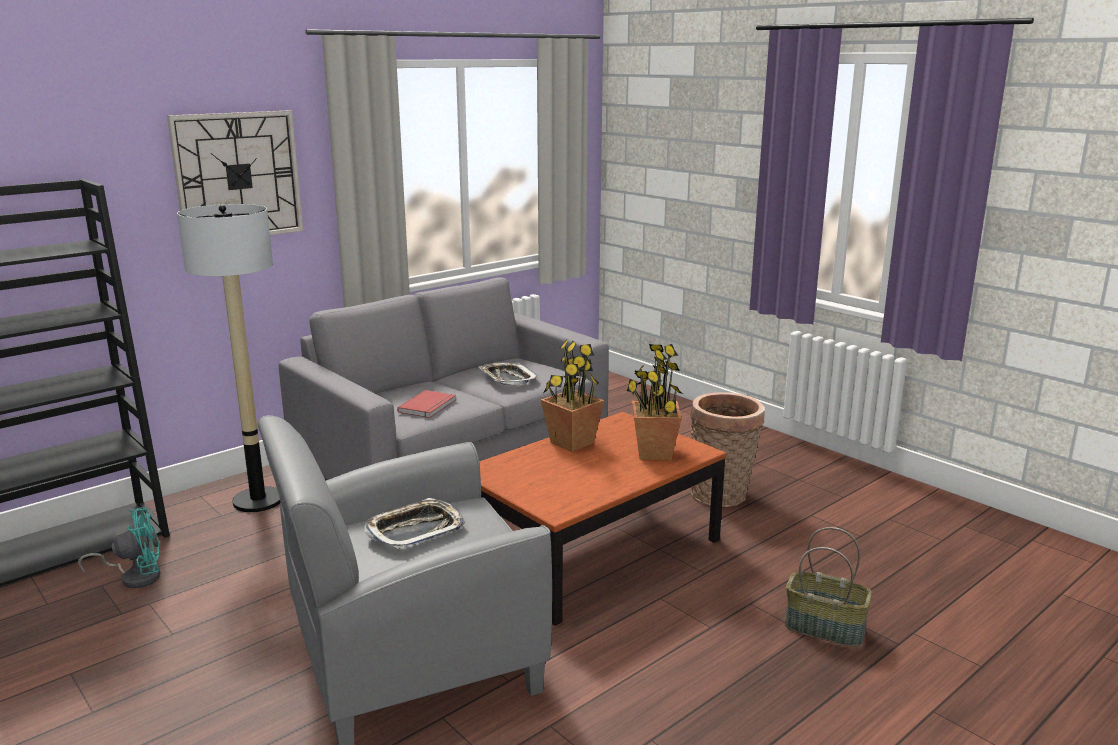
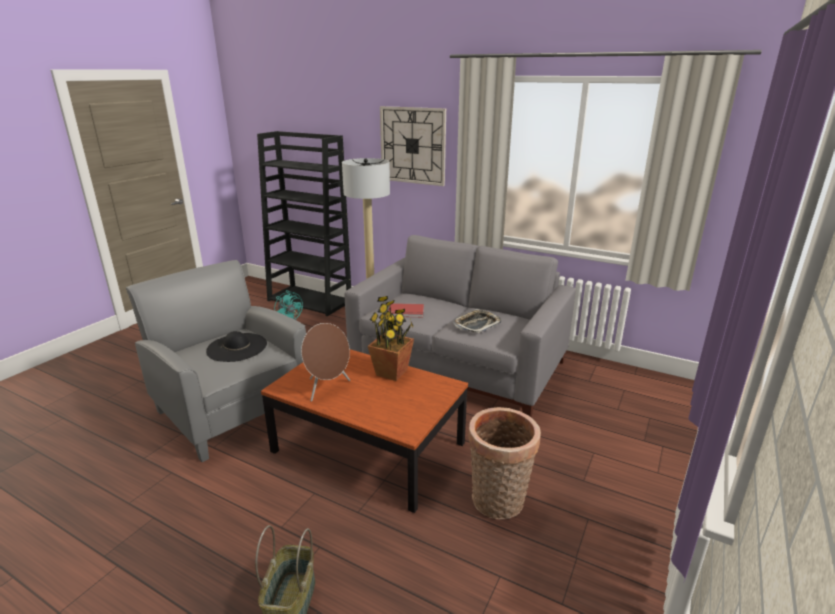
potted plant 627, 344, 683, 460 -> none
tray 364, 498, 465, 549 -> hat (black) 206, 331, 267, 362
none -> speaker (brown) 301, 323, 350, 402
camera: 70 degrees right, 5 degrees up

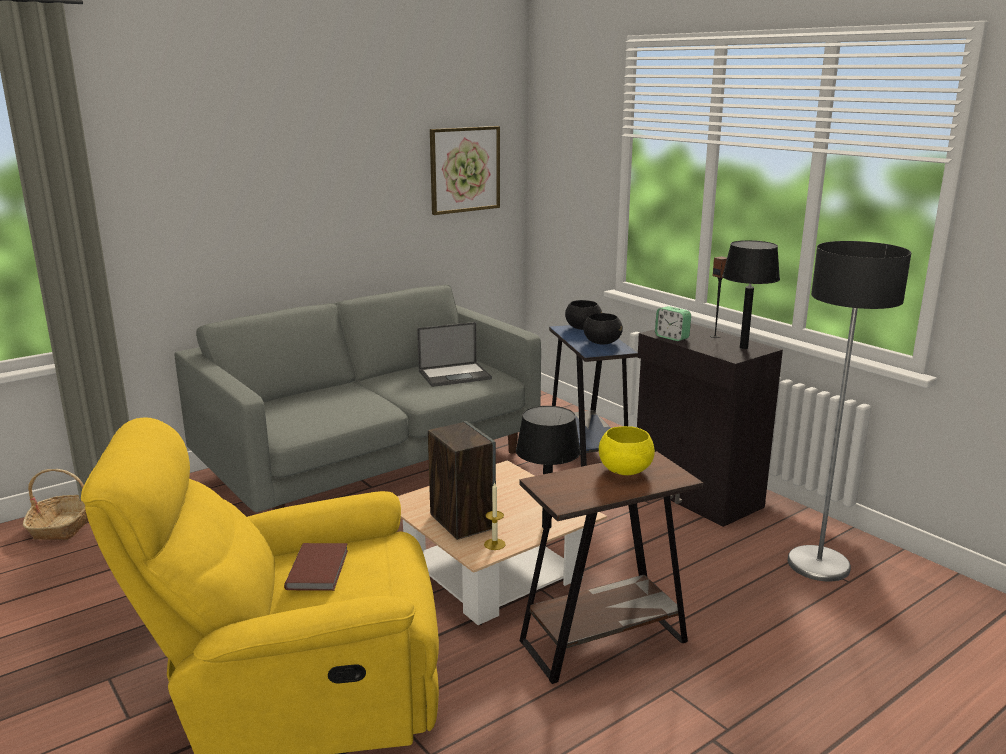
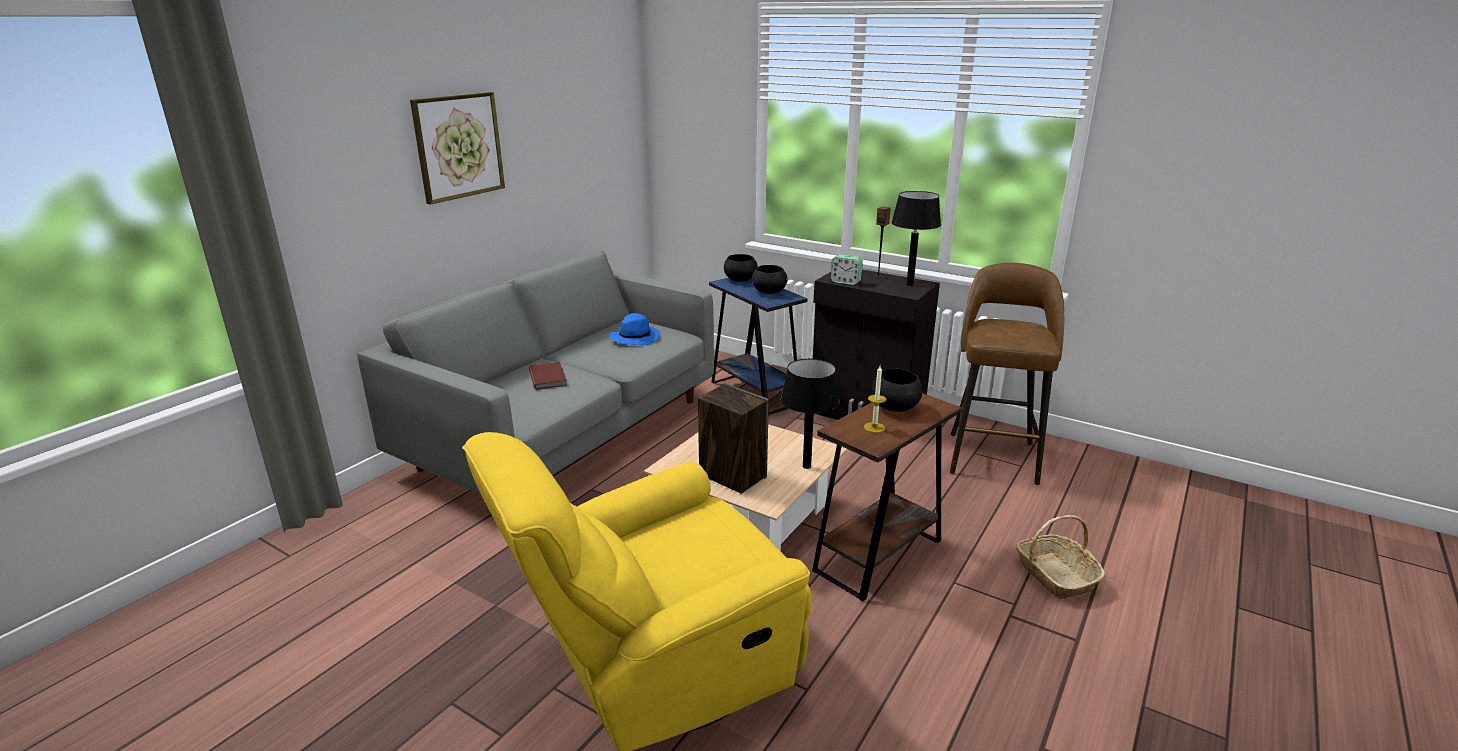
picture 430, 126, 500, 215 -> picture 410, 92, 505, 205, relocated
floor lamp 788, 241, 911, 581 -> stool (brown) 950, 263, 1064, 485
laptop 417, 322, 492, 387 -> hat (blue) 610, 313, 660, 345
bowl (yellow) 599, 426, 655, 475 -> bowl (black) 872, 368, 923, 412
basket 23, 469, 88, 540 -> basket 1016, 515, 1105, 599, relocated
candle 484, 483, 506, 550 -> candle 864, 366, 886, 433, relocated
book (brown) 284, 543, 348, 591 -> book (brown) 529, 362, 567, 390, relocated
camera: 20 degrees left, 5 degrees up

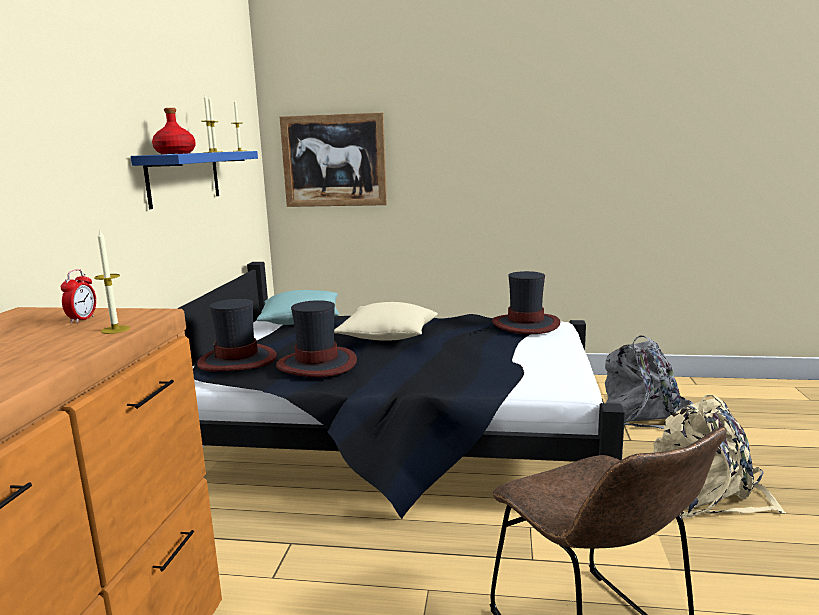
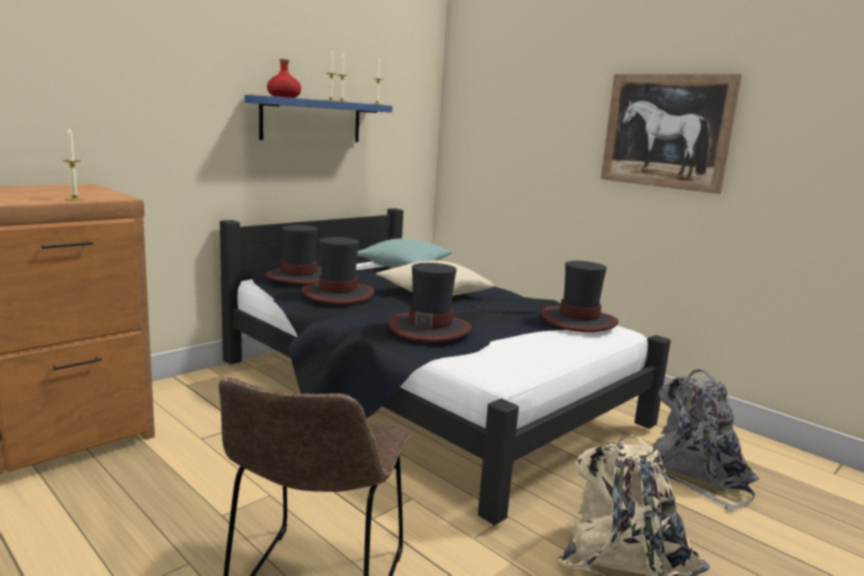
picture 280, 113, 387, 207 -> picture 601, 74, 742, 194, relocated
alarm clock 61, 269, 96, 323 -> none
none -> hat 389, 263, 472, 342
camera: 35 degrees right, 0 degrees up

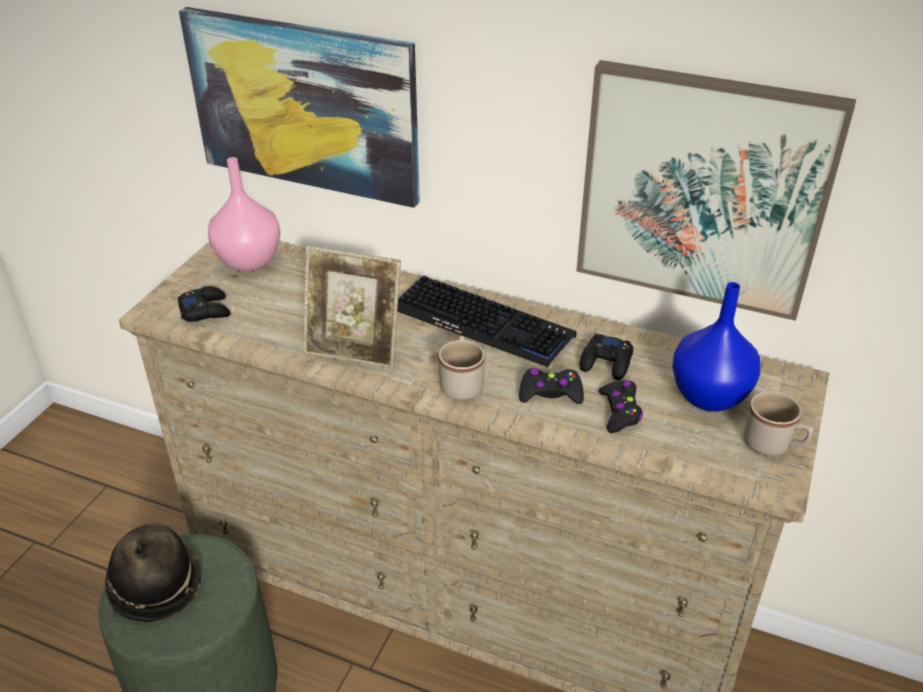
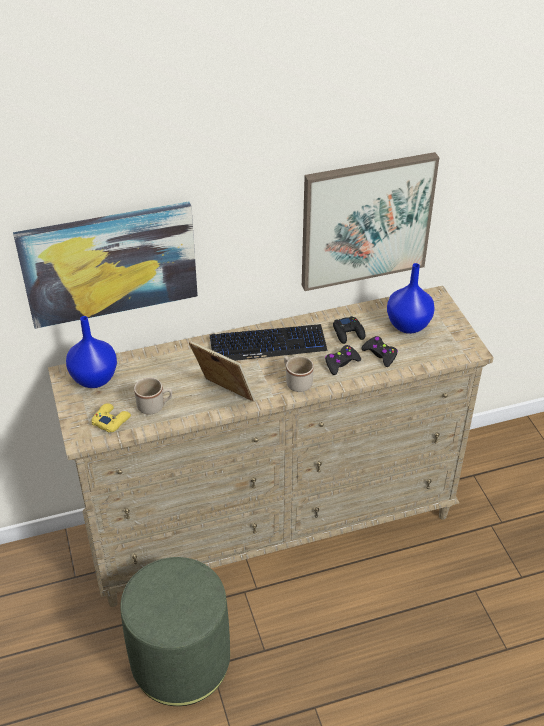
vase (pink) 208, 157, 281, 272 -> vase (blue) 66, 316, 117, 388
picture frame 303, 246, 401, 369 -> picture frame 189, 340, 255, 402, 120 degrees counterclockwise
game controller (black) 177, 286, 230, 322 -> game controller (yellow) 92, 403, 131, 433
mug (beige) 744, 391, 814, 456 -> mug (beige) 134, 377, 172, 415, relocated
hat 105, 524, 201, 622 -> none
camera: 40 degrees left, 5 degrees up

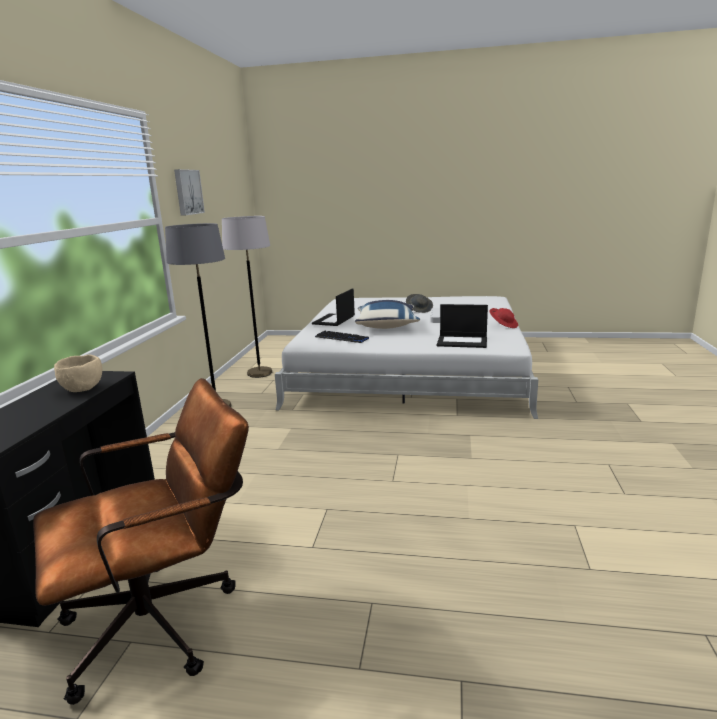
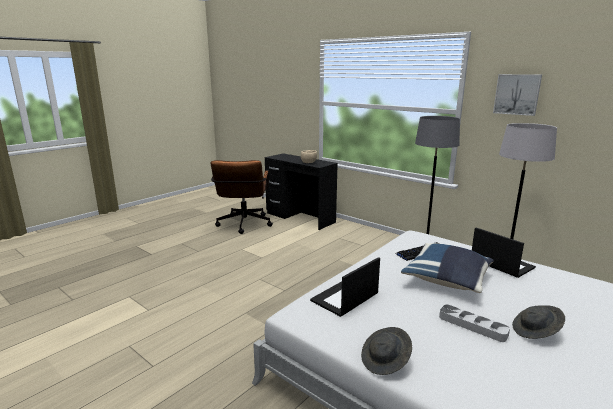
hat (red) 490, 308, 518, 328 -> hat (grey) 361, 327, 412, 375
camera: 120 degrees right, 0 degrees up

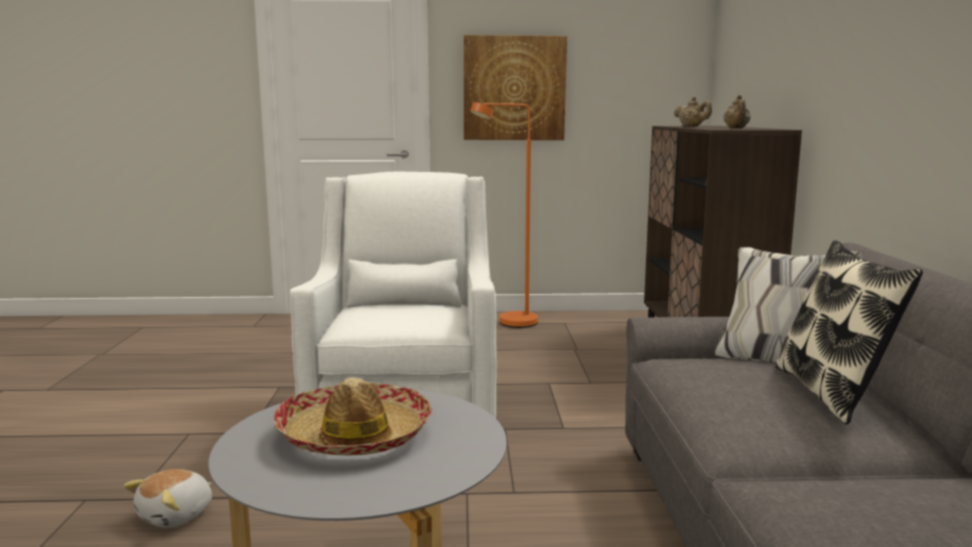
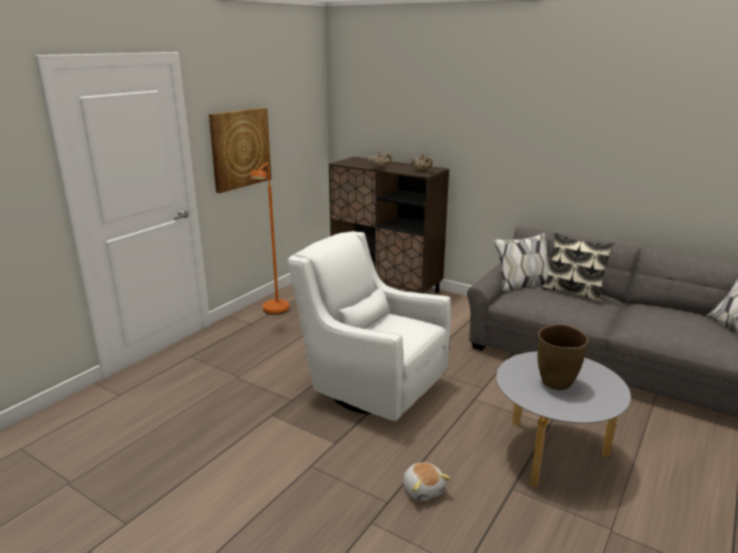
hat 273, 377, 432, 456 -> vase (brown) 537, 324, 588, 390
camera: 55 degrees left, 10 degrees up

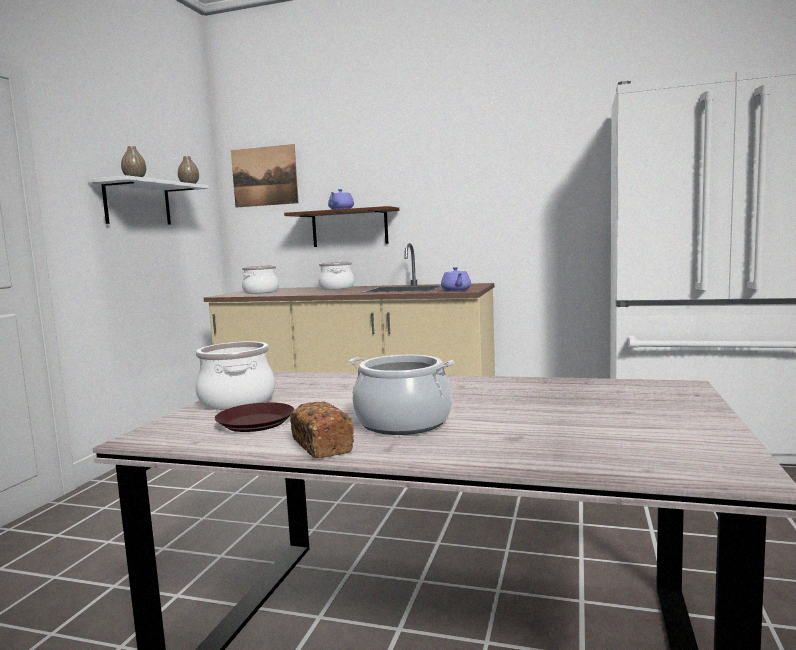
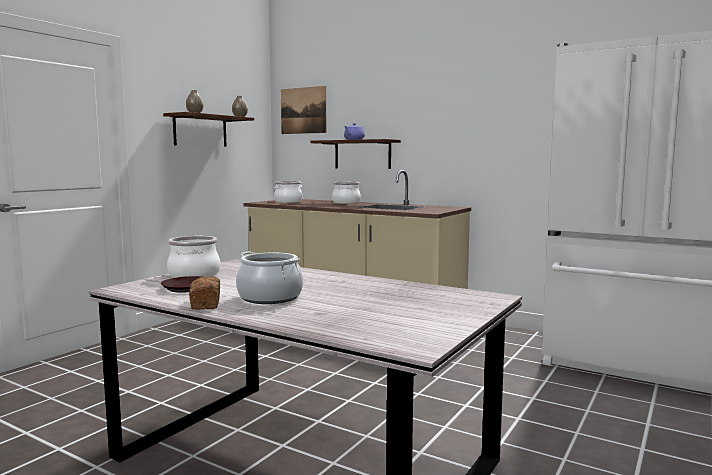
shelf (white) 89, 175, 209, 225 -> shelf (brown) 163, 112, 254, 147
teapot (purple) 441, 267, 471, 291 -> none
camera: 15 degrees right, 0 degrees up

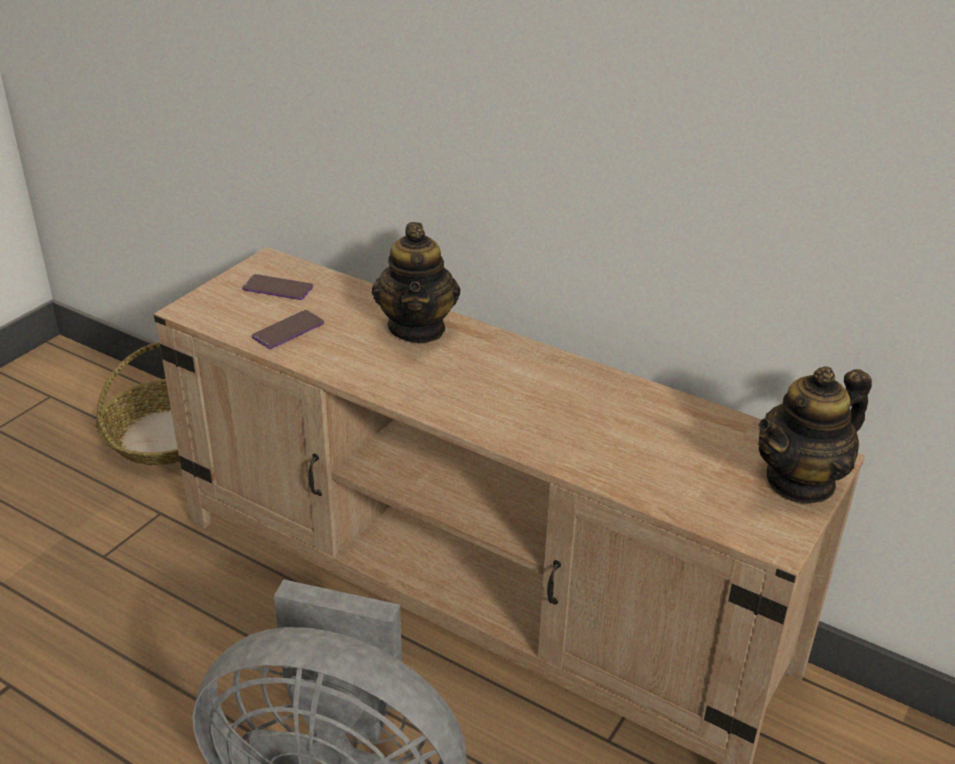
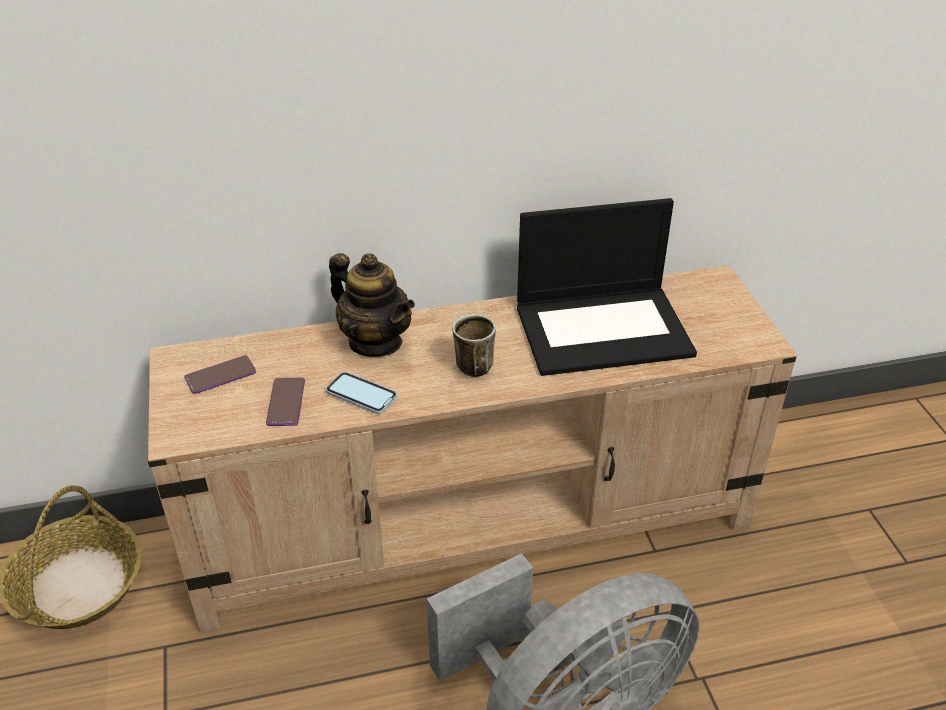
teapot 758, 366, 872, 505 -> none
none -> laptop 517, 198, 697, 376
none -> mug 453, 314, 496, 377
none -> phone 326, 372, 397, 414
camera: 45 degrees left, 5 degrees up

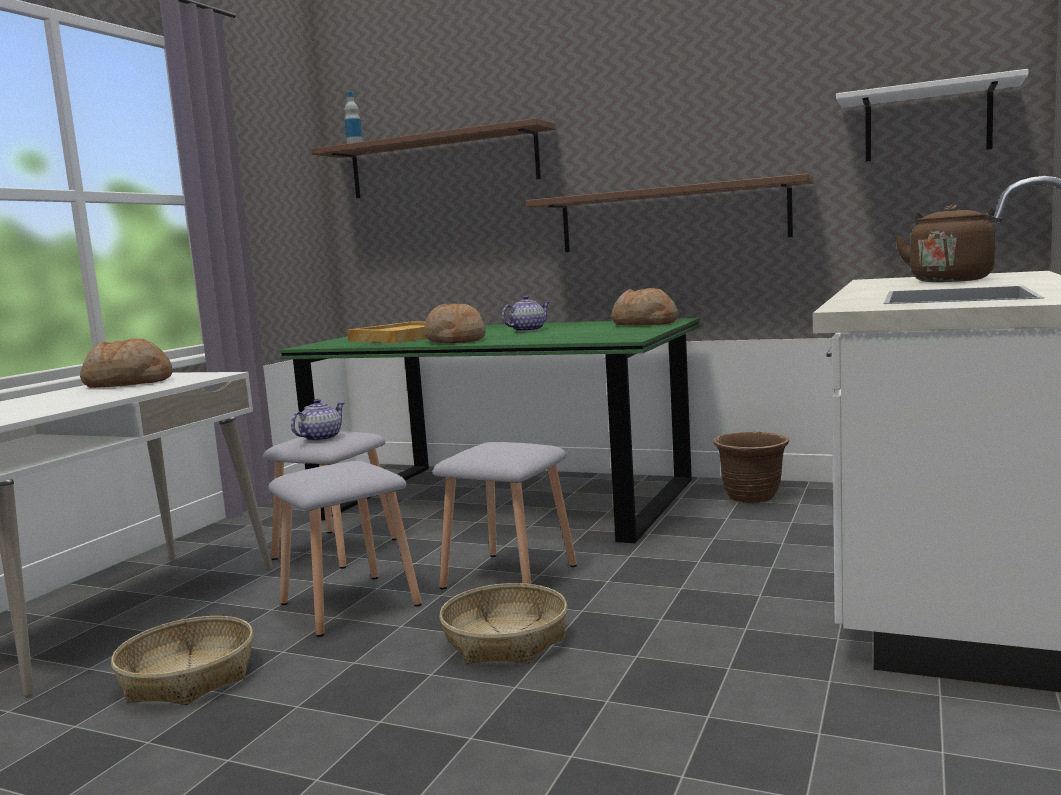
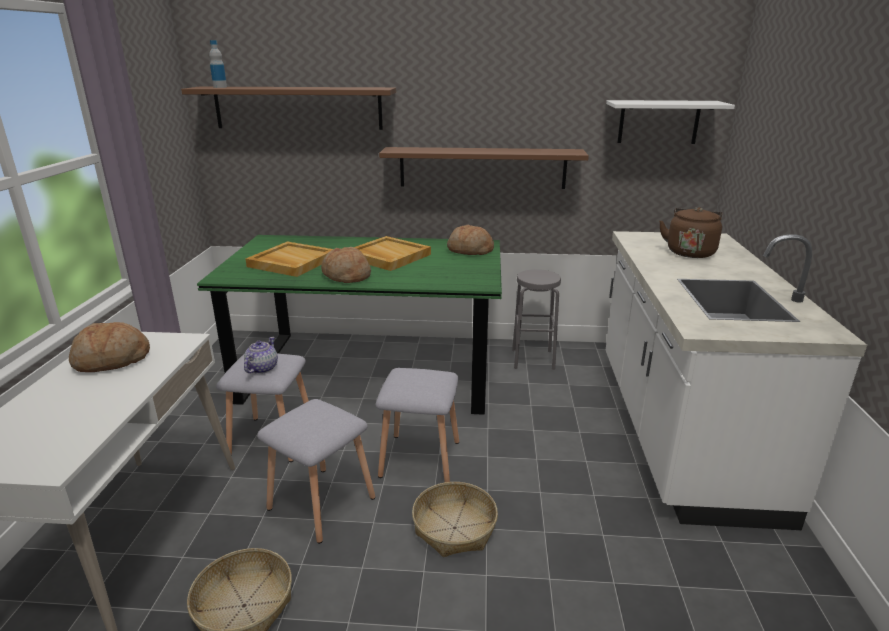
teapot 502, 295, 550, 332 -> tray (beige) 354, 236, 431, 271
planter (brown) 714, 432, 789, 503 -> stool (grey) 512, 269, 561, 370
camera: 20 degrees left, 15 degrees up

